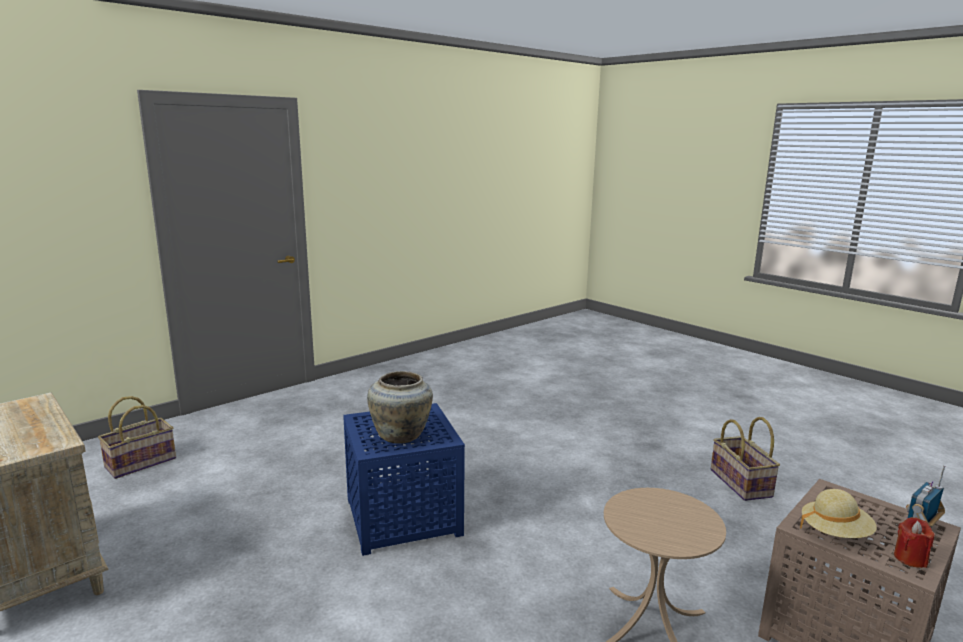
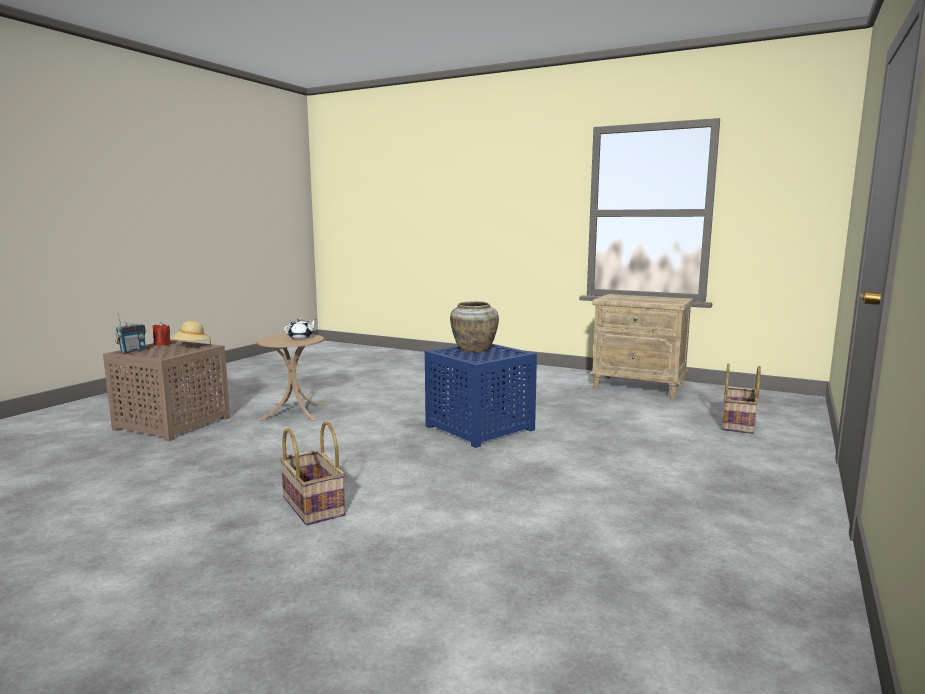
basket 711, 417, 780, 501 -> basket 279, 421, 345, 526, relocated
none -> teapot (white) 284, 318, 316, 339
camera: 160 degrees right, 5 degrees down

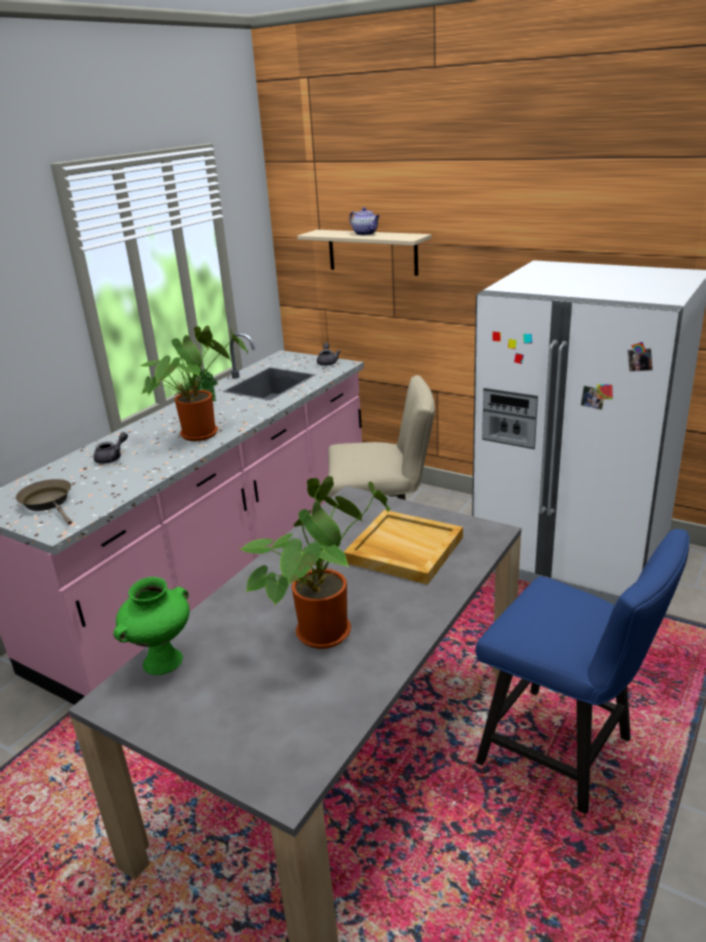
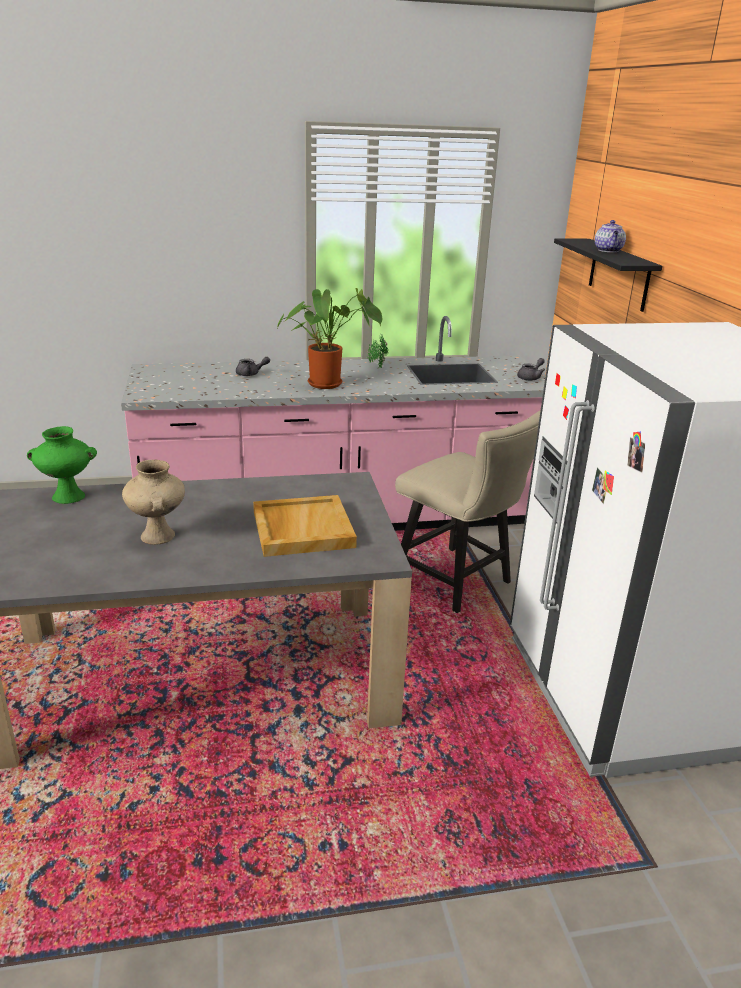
shelf (beige) 297, 230, 431, 276 -> shelf (black) 554, 238, 662, 312
potted plant 239, 476, 391, 649 -> vase (beige) 122, 459, 185, 545
frying pan (brown) 16, 479, 72, 525 -> none
chair (blue) 476, 529, 690, 814 -> none
camera: 45 degrees right, 0 degrees up

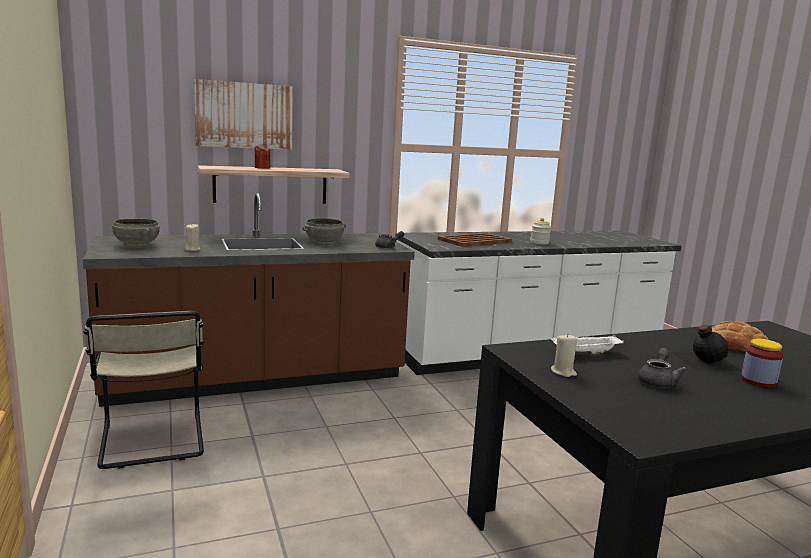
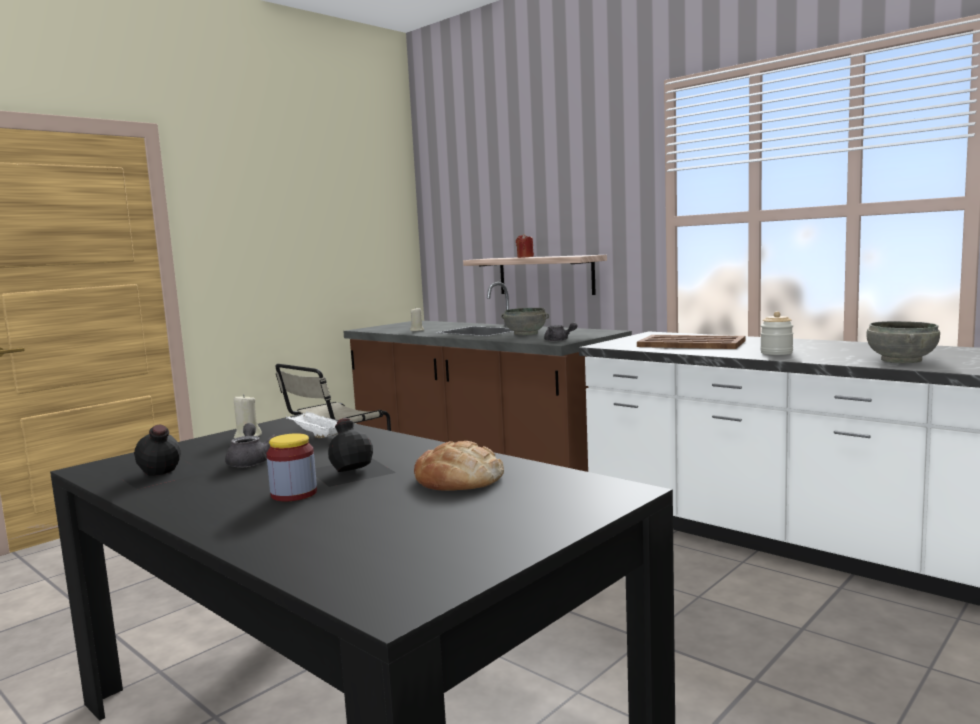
picture 194, 79, 293, 150 -> none
bowl (grey) 112, 219, 160, 248 -> bowl (grey) 867, 321, 940, 363, relocated
teapot (grey) 638, 348, 687, 388 -> teapot (grey) 225, 423, 276, 468, 105 degrees counterclockwise
none -> bottle (black) 116, 425, 206, 489
camera: 65 degrees right, 5 degrees down

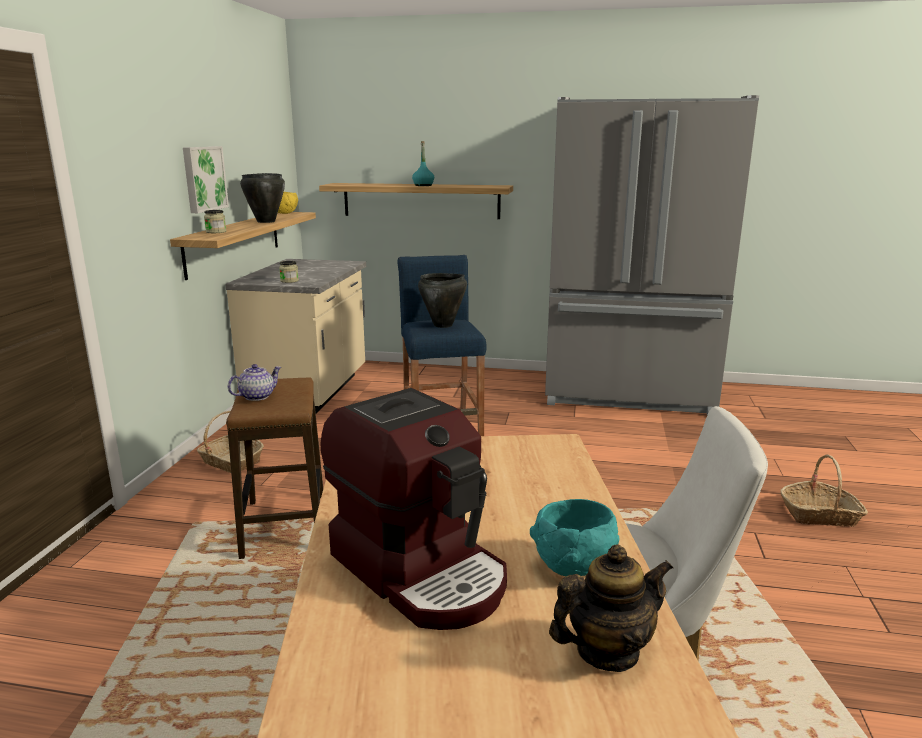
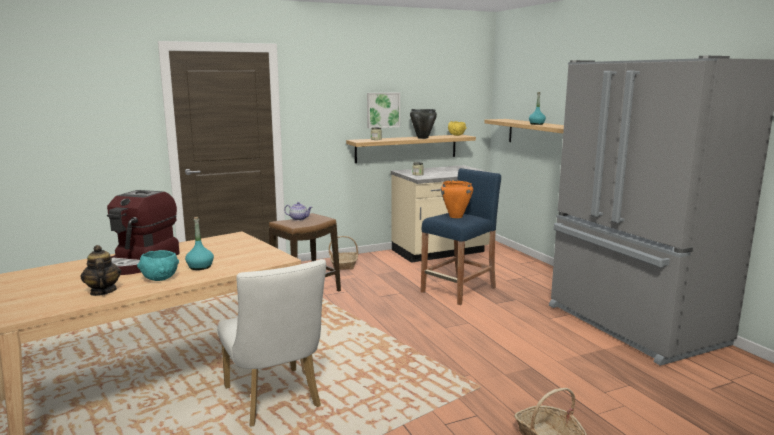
cooking pot (black) 418, 273, 467, 328 -> cooking pot (orange) 441, 180, 473, 218
teapot 549, 544, 673, 672 -> teapot 80, 245, 121, 296, 150 degrees counterclockwise
none -> bottle (turquoise) 185, 217, 214, 270
camera: 55 degrees right, 5 degrees down

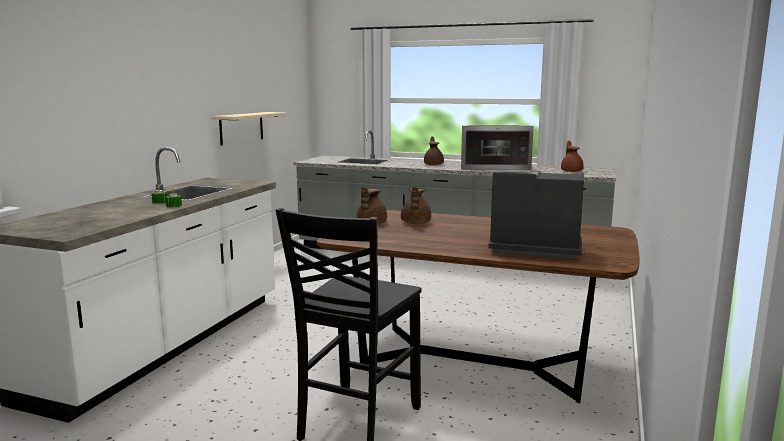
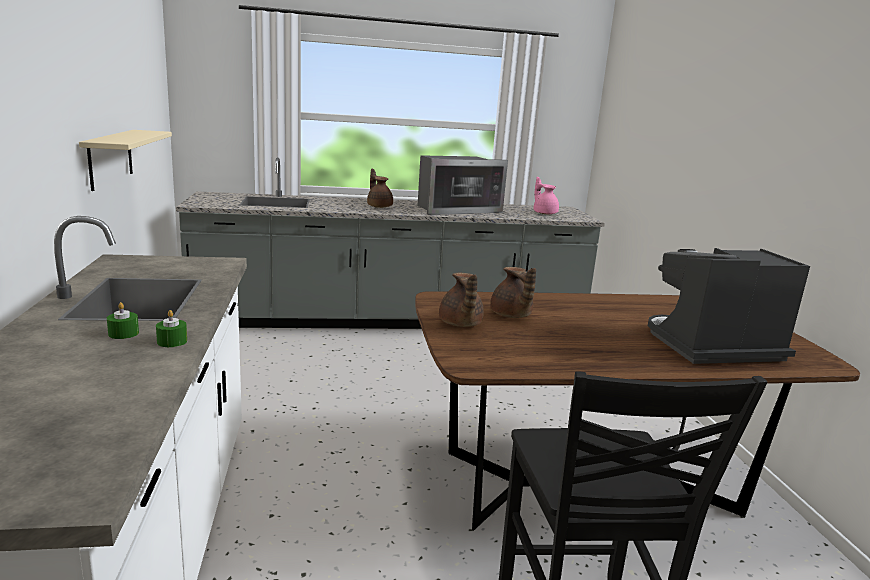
teapot (brown) 561, 140, 584, 172 -> teapot (pink) 534, 177, 559, 214
camera: 30 degrees left, 5 degrees up

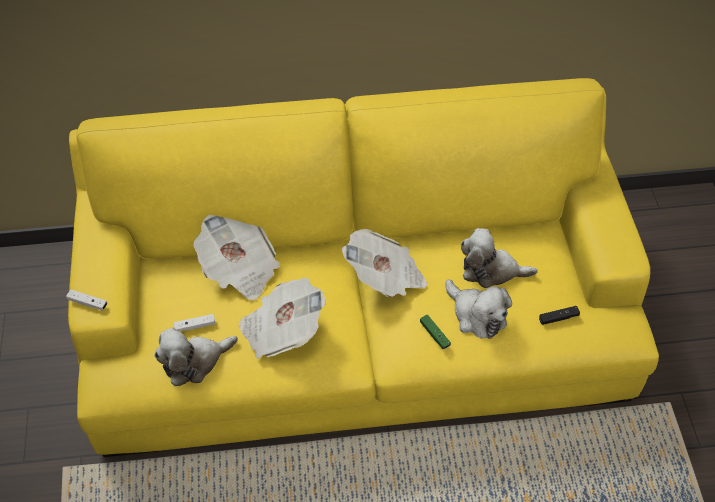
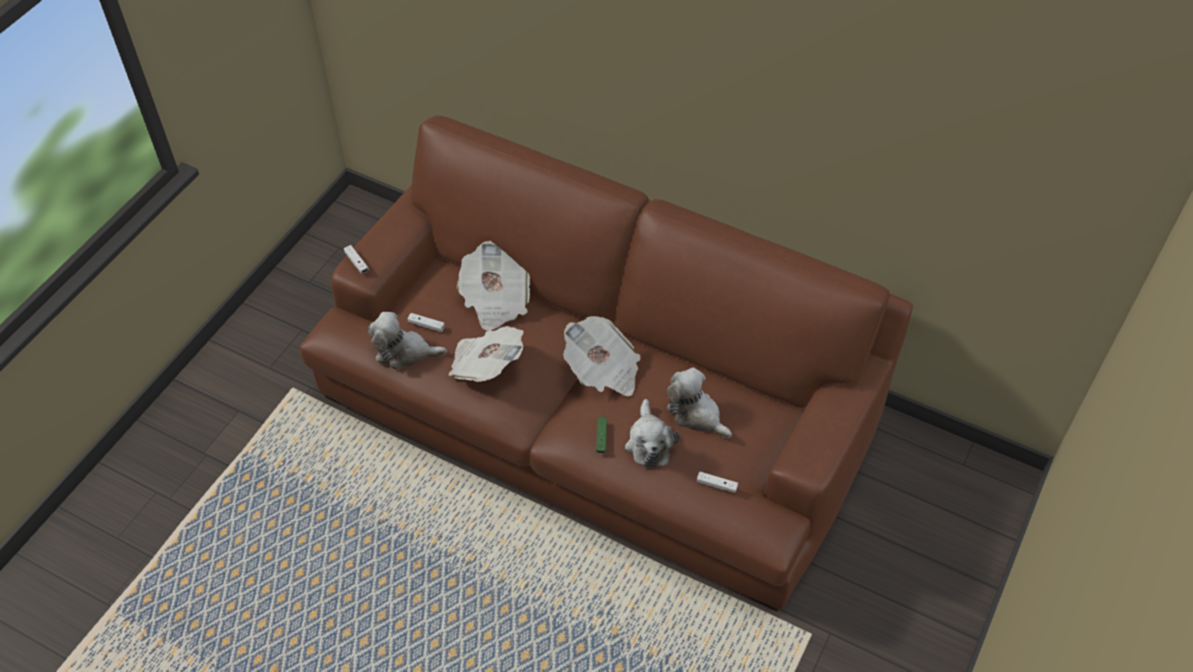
sofa (yellow) 68, 78, 659, 457 -> sofa (brown) 300, 115, 913, 611
game controller (black) 539, 306, 580, 325 -> game controller (white) 697, 472, 738, 493
camera: 35 degrees right, 0 degrees up

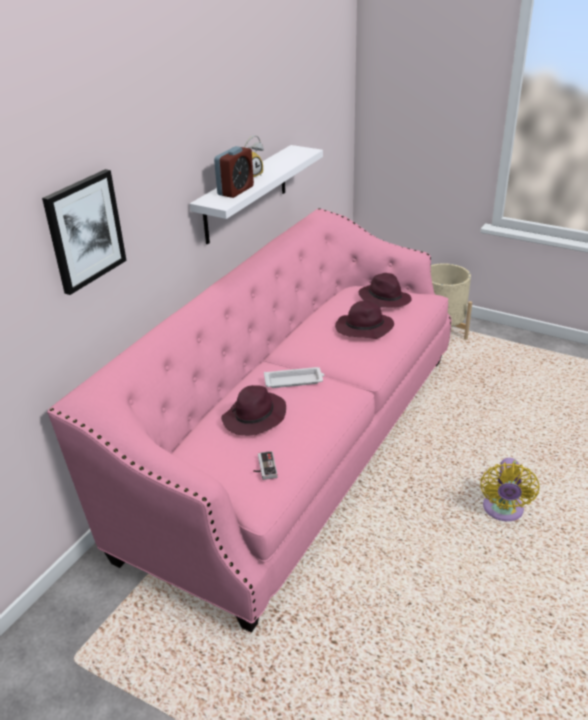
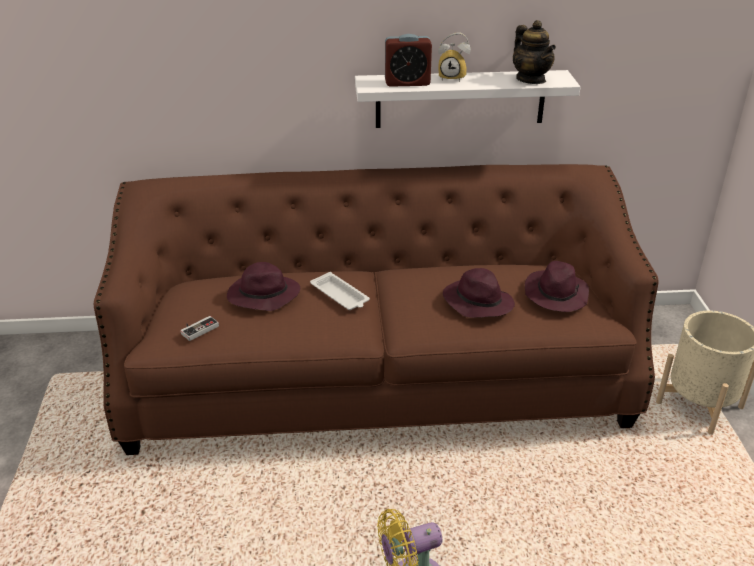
picture 42, 169, 127, 295 -> none
sofa (pink) 47, 208, 451, 632 -> sofa (brown) 94, 164, 659, 455
none -> teapot 513, 20, 556, 84
camera: 55 degrees right, 0 degrees up

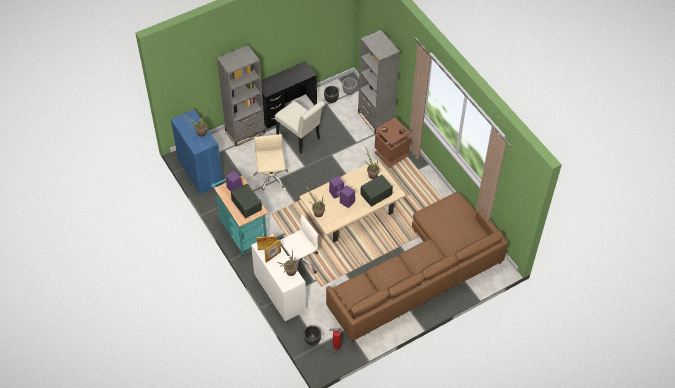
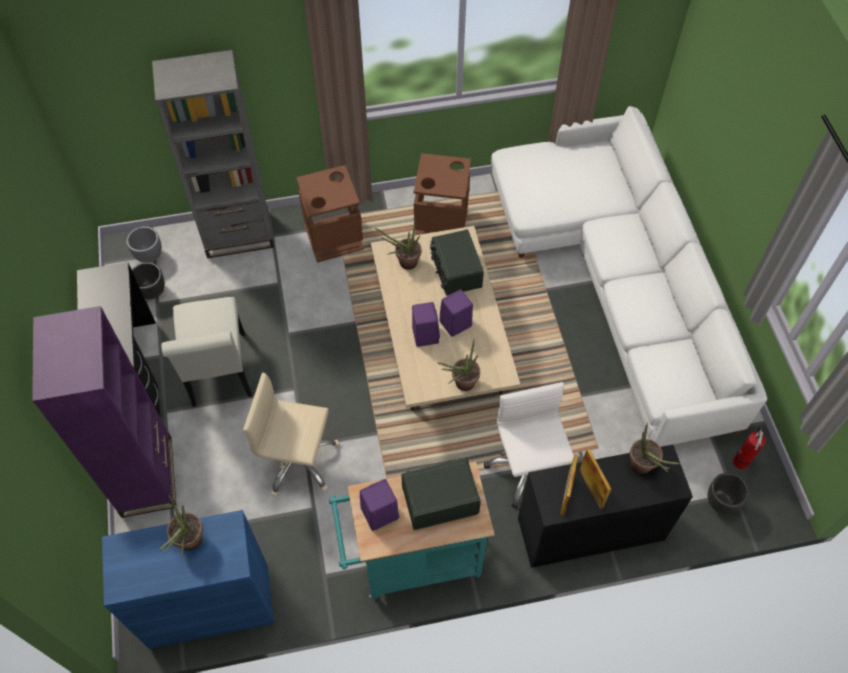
bookcase (grey) 217, 45, 265, 146 -> bookcase (purple) 32, 306, 176, 518
chair (white) 275, 101, 325, 153 -> chair (white) 161, 297, 252, 407, 105 degrees clockwise
sofa (brown) 326, 192, 508, 342 -> sofa (white) 491, 106, 767, 447
desk (white) 251, 234, 306, 321 -> desk (black) 518, 445, 693, 568
none -> trash can (brown) 414, 153, 471, 235
camera: 70 degrees left, 5 degrees up

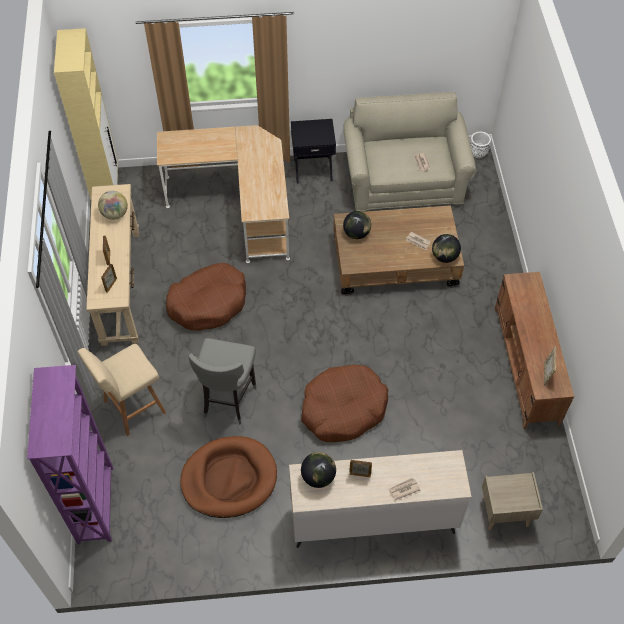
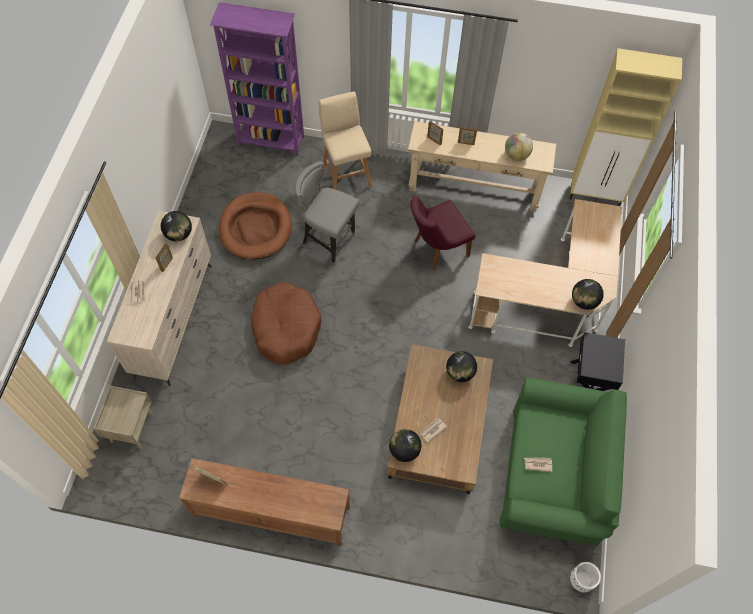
sofa (beige) 343, 92, 476, 211 -> sofa (green) 500, 377, 627, 546
dog bed (brown) 166, 263, 246, 331 -> chair (purple) 410, 196, 476, 270
none -> globe 572, 279, 604, 310
camera: 105 degrees right, 5 degrees up

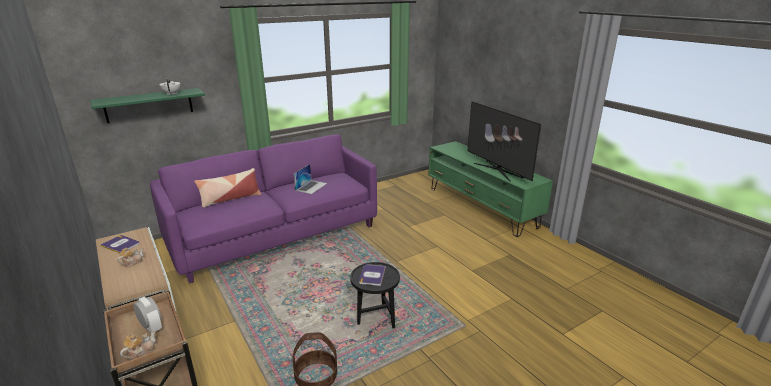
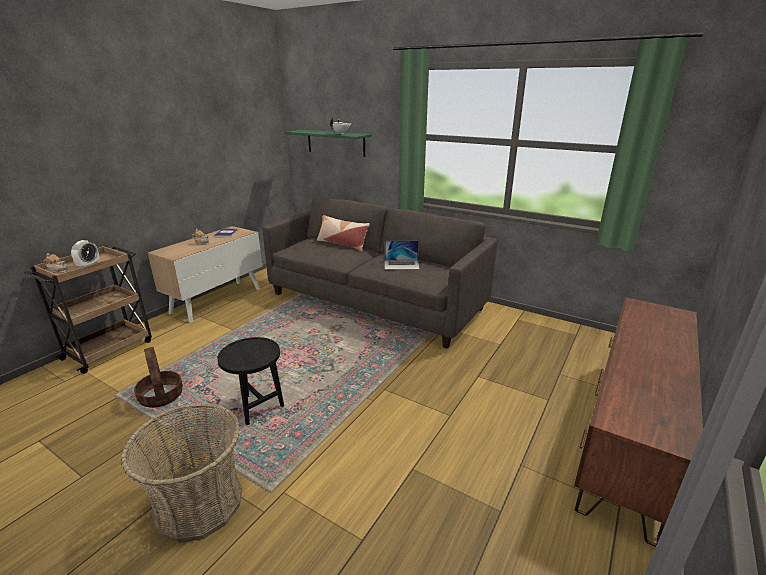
television 468, 102, 541, 182 -> none
sofa (purple) 150, 134, 377, 283 -> sofa (grey) 263, 197, 497, 349
tv stand (green) 428, 141, 553, 237 -> tv stand (brown) 574, 297, 703, 547
book 359, 264, 386, 286 -> none
none -> basket 121, 403, 242, 543
camera: 65 degrees right, 0 degrees up

